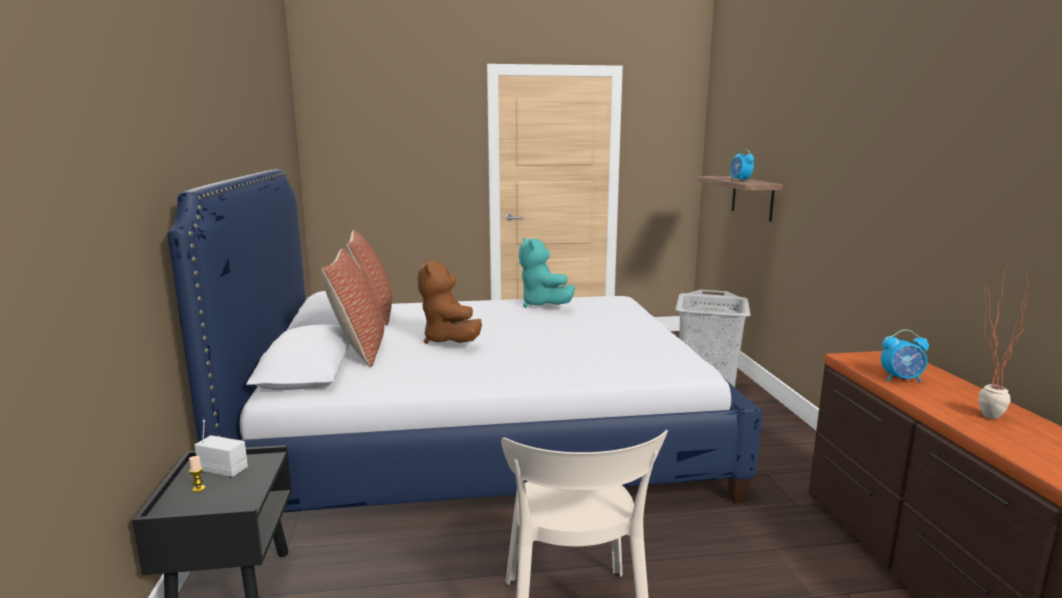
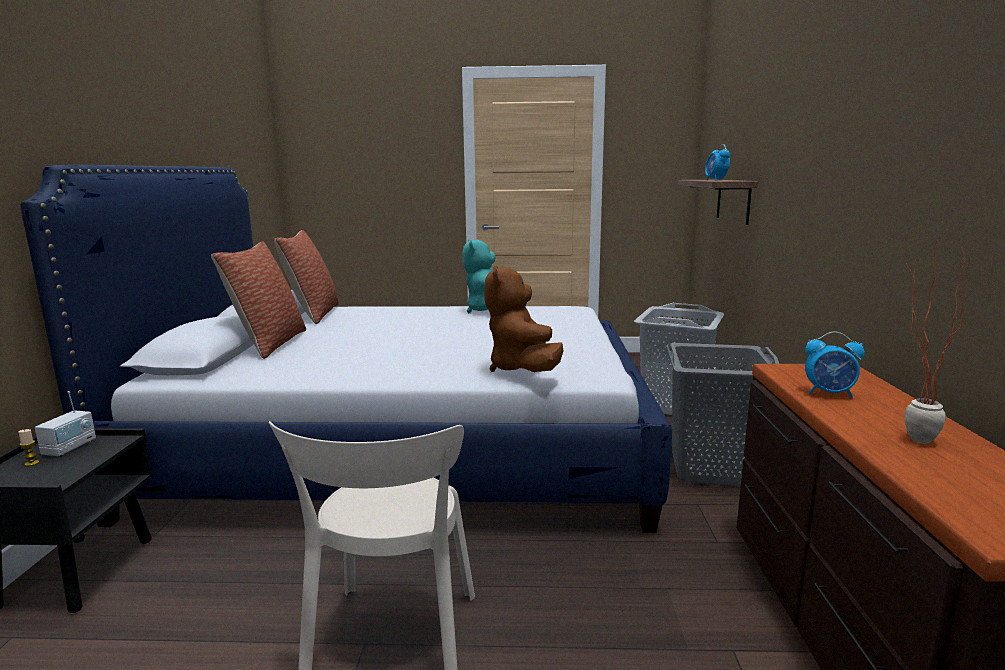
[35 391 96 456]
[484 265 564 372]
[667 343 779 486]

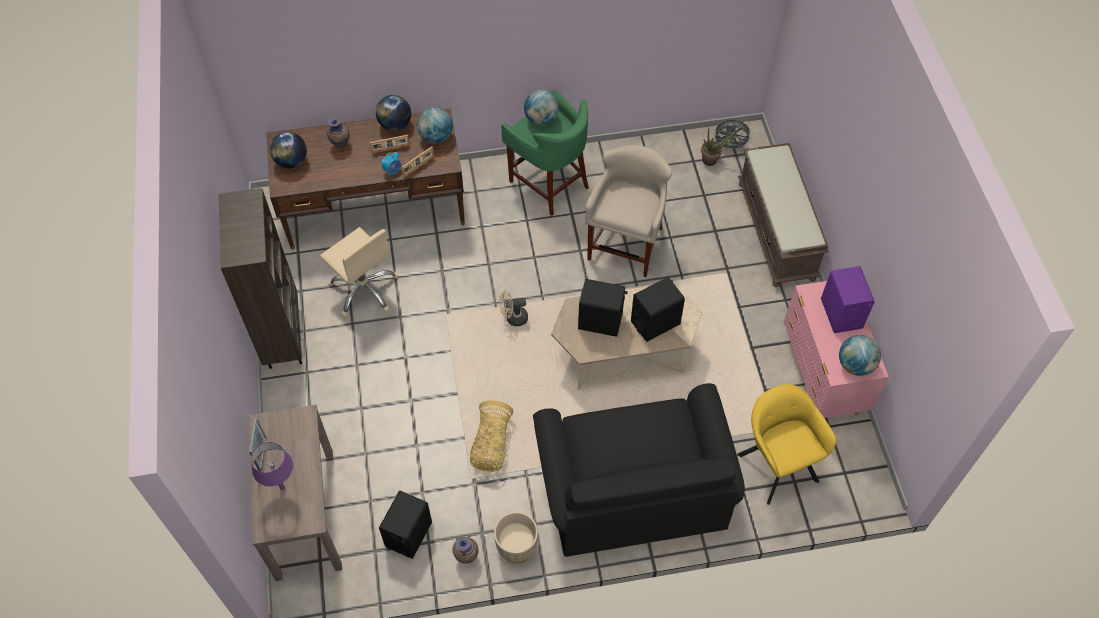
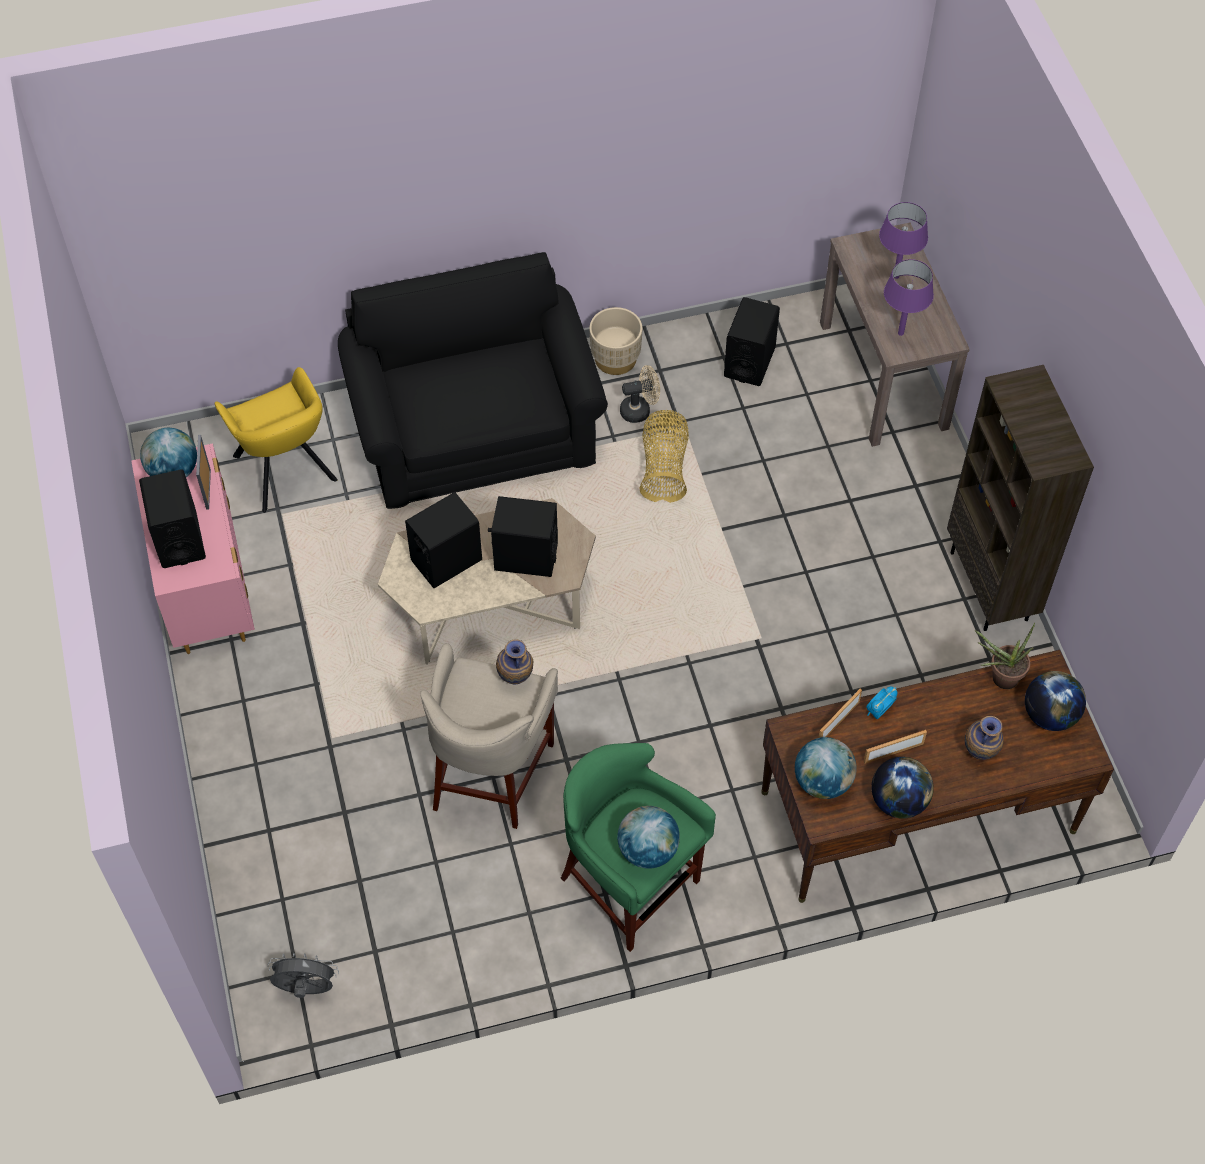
[196 435 211 510]
[320 227 399 317] (first image)
[496 639 533 684]
[620 365 660 423]
[975 623 1035 689]
[738 143 829 287] (first image)
[139 469 206 568]
[884 259 934 336]

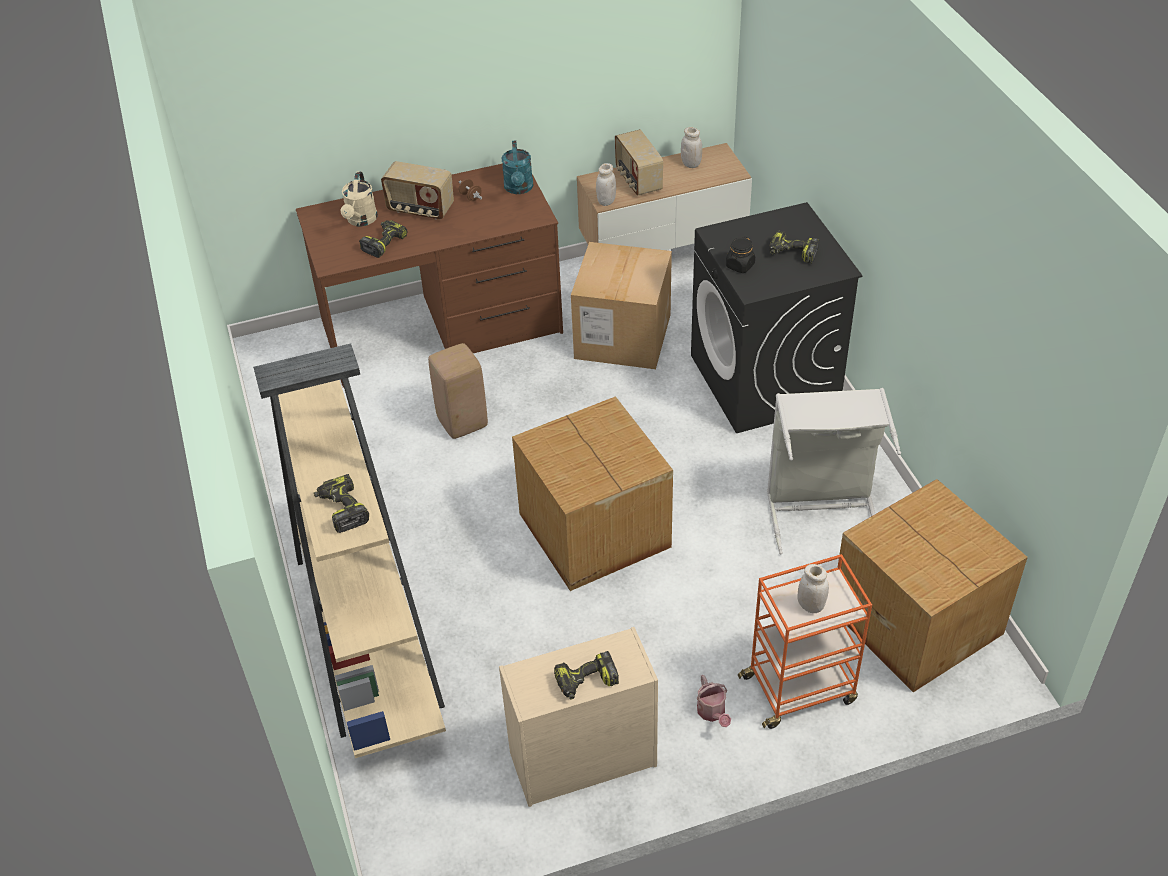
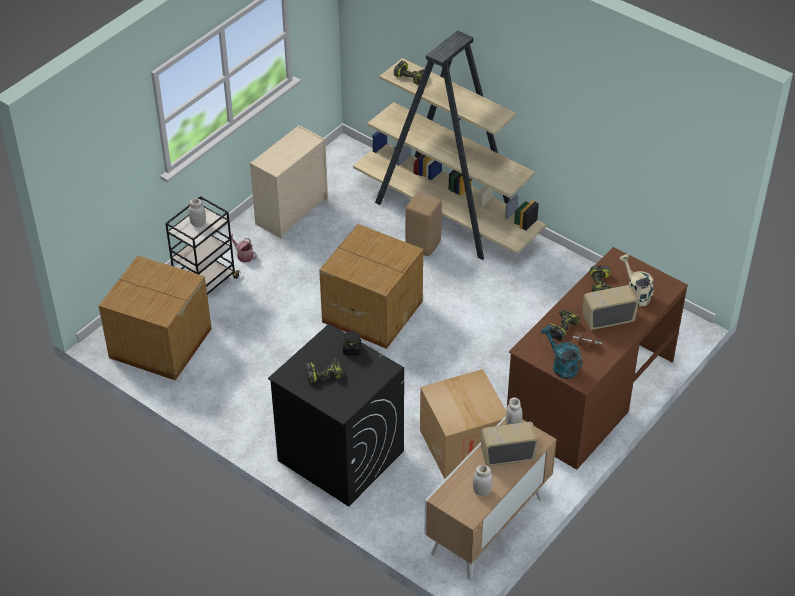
[405 192 442 256]
[546 310 580 341]
[481 422 538 466]
[165 196 241 295]
[767 388 901 555] (first image)

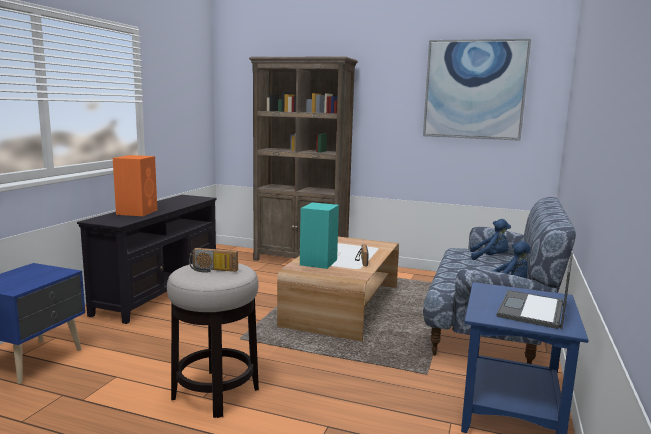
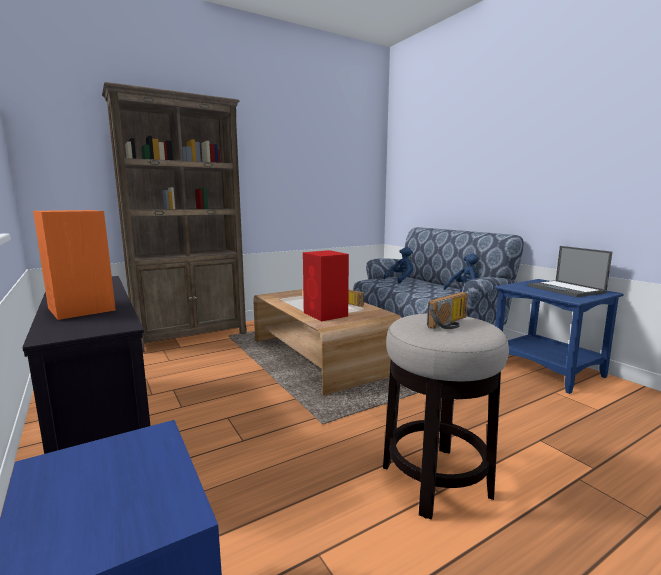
[303 250 349 321]
[423 39 531 141] (first image)

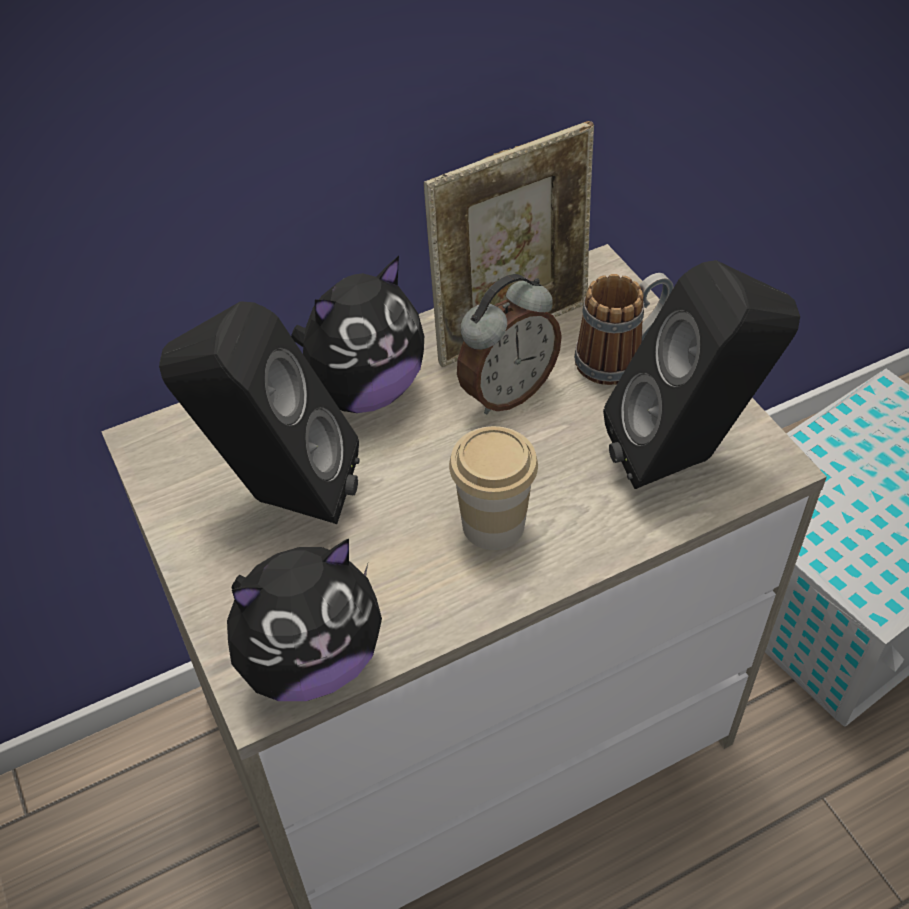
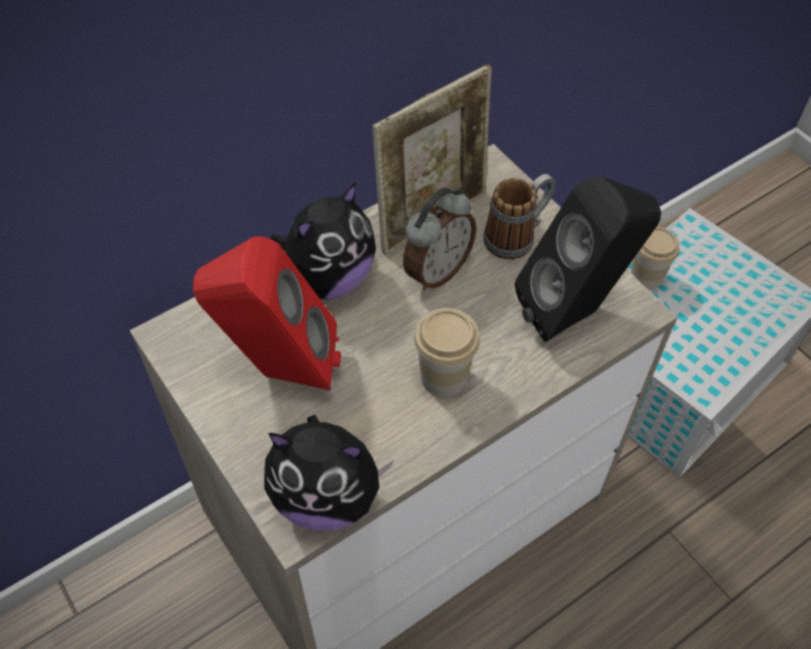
[193 236 341 390]
[264 415 394 530]
[631 227 680 290]

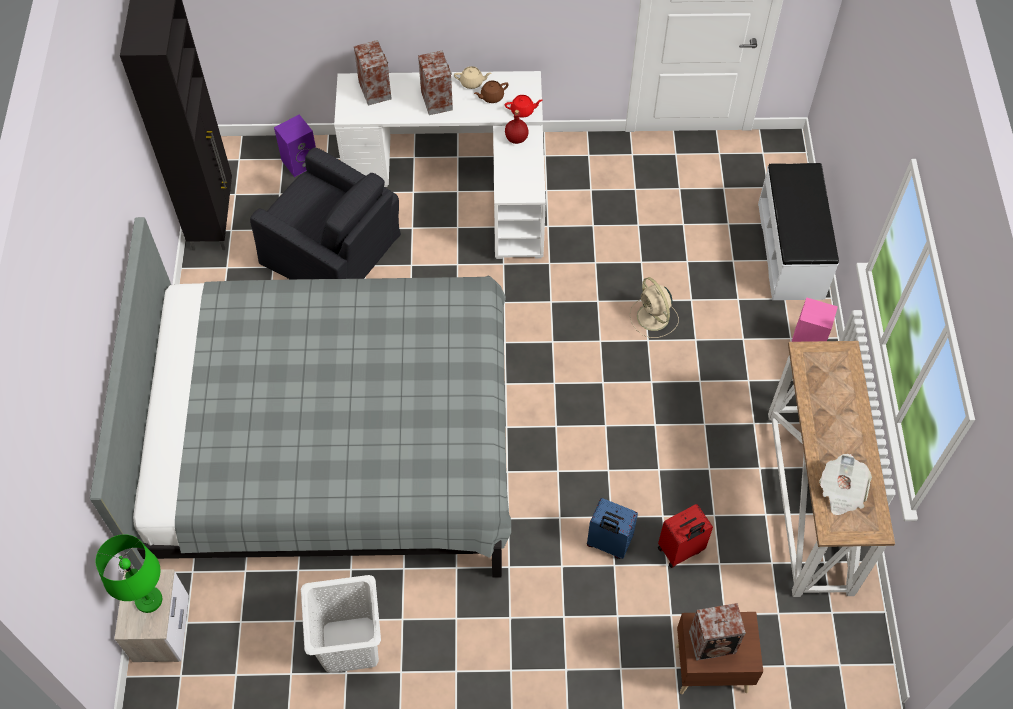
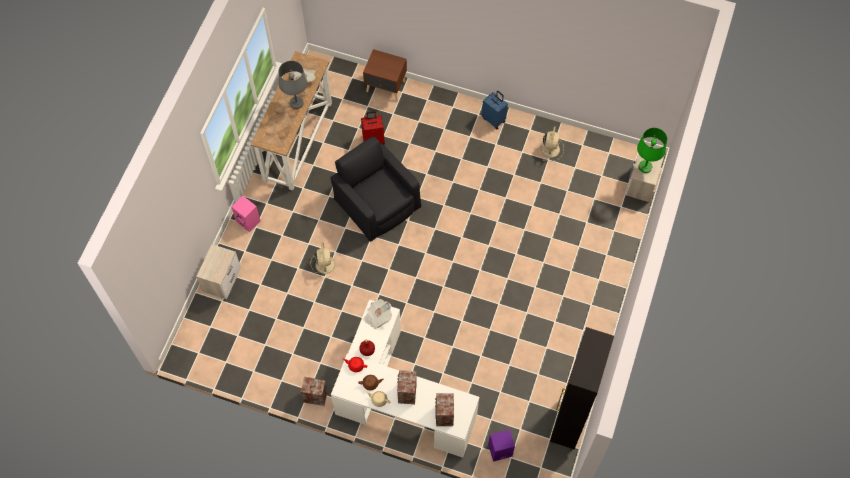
[90 217 511 578] (first image)
[331 137 421 242]
[537 126 564 161]
[482 91 508 129]
[301 377 328 406]
[196 244 241 299]
[279 61 307 109]
[363 299 392 329]

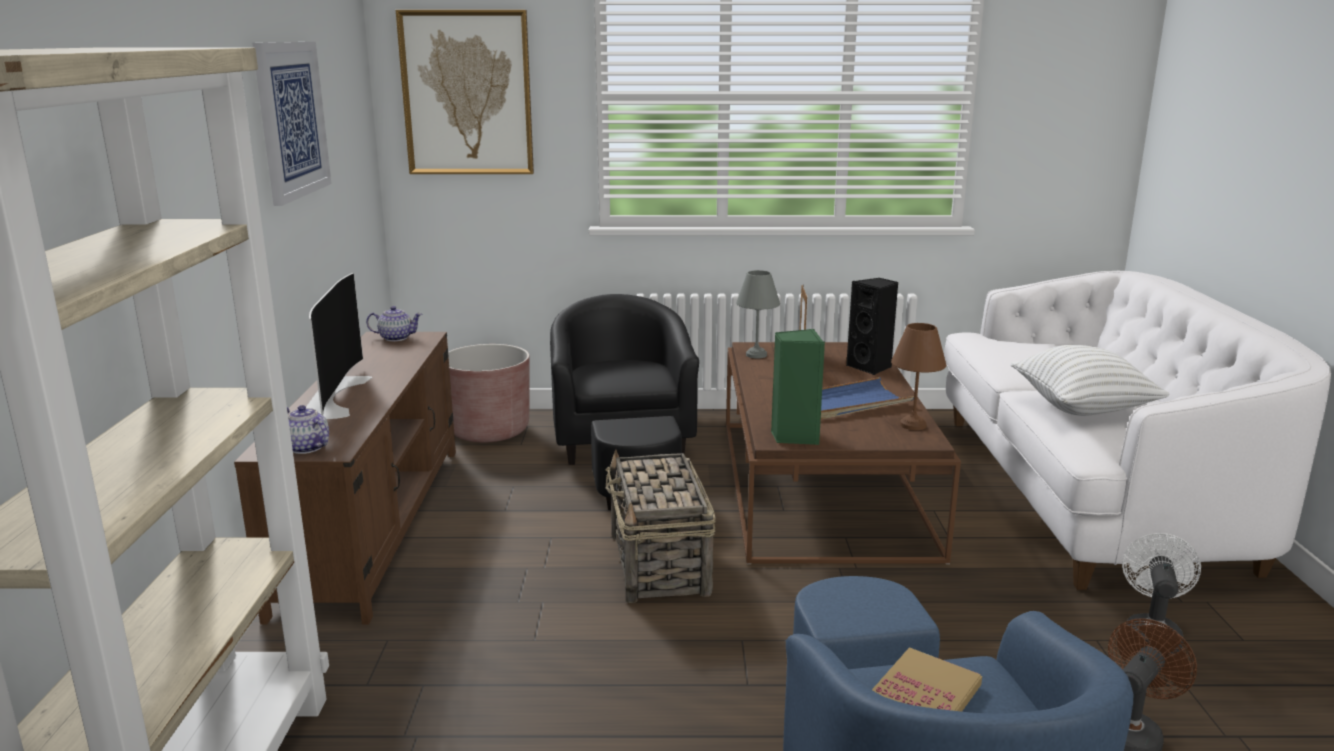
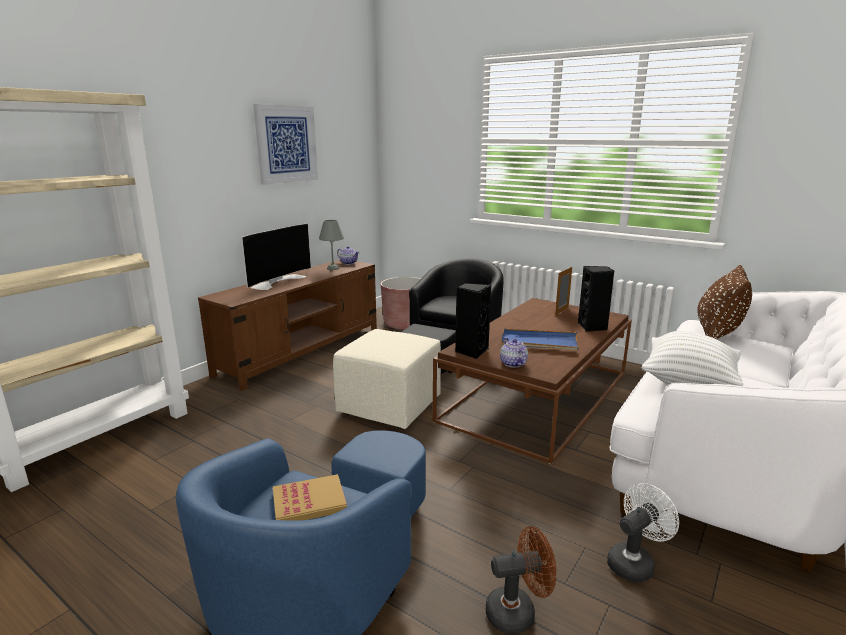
[500 337 528 368]
[396 10 534 174] (first image)
[333 329 441 429]
[319 220 344 270]
[455 283 491 359]
[891 323 946 430] (first image)
[697 265 752 339]

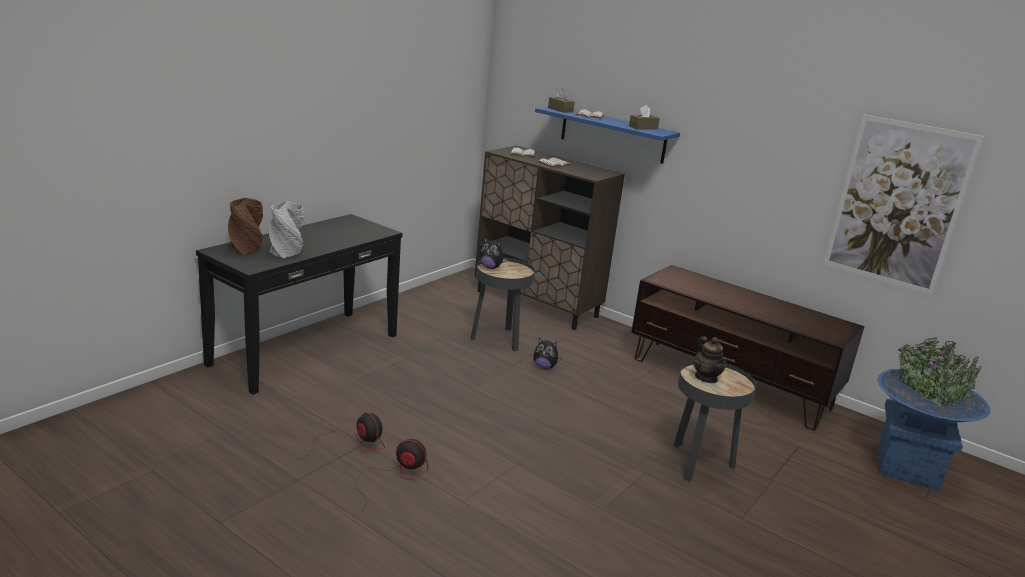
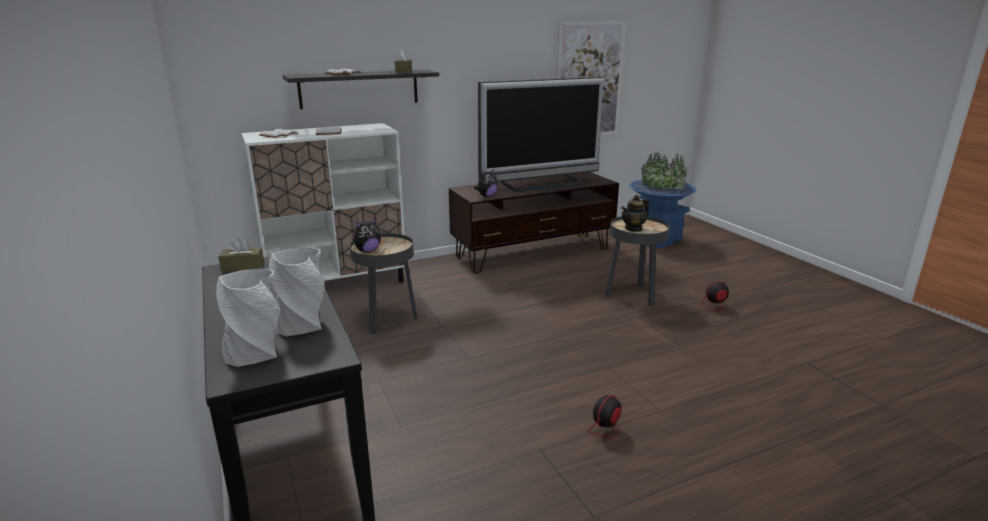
[216 269 280 367]
[692 281 737 335]
[241 123 404 282]
[474 169 498 197]
[283 70 439 109]
[218 237 264 272]
[621 195 649 232]
[478 77 604 192]

